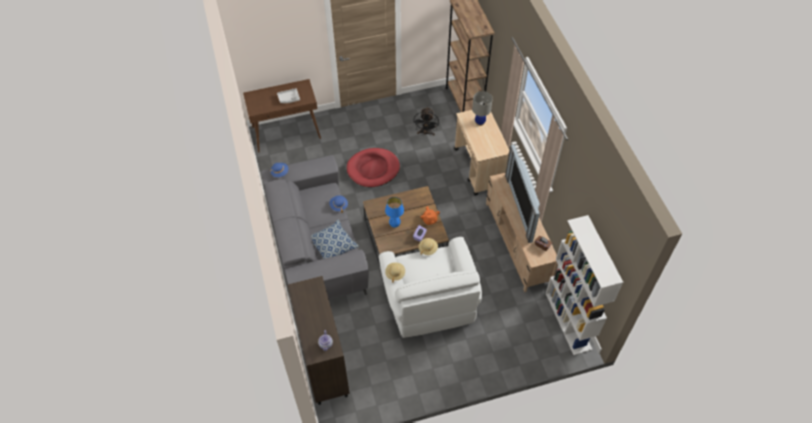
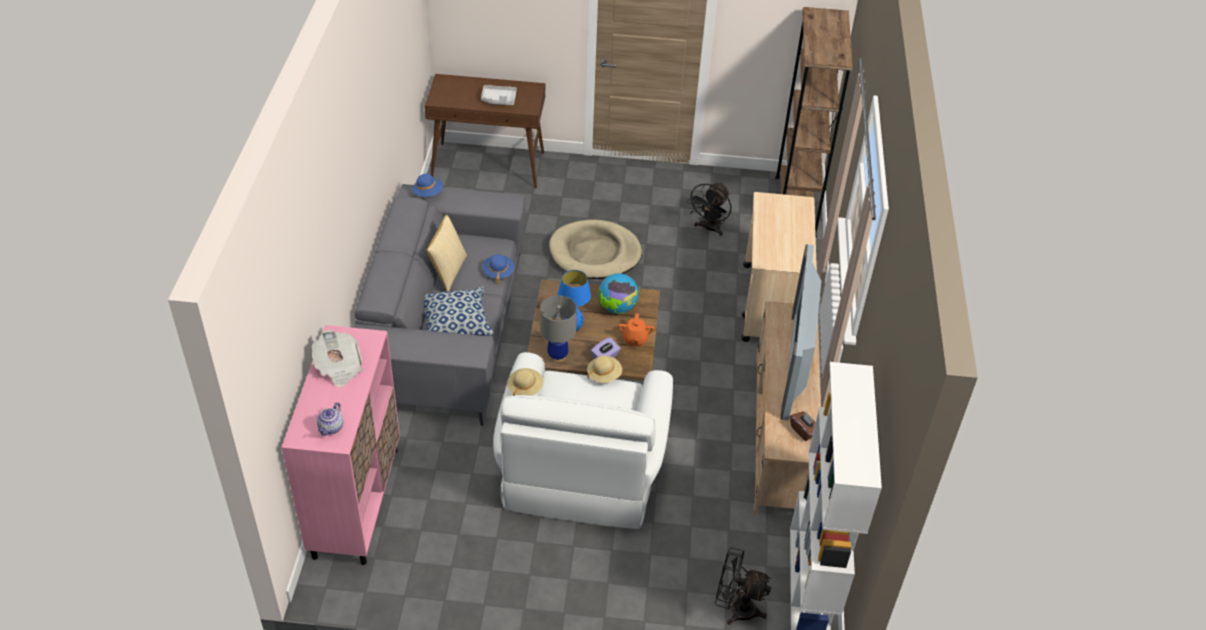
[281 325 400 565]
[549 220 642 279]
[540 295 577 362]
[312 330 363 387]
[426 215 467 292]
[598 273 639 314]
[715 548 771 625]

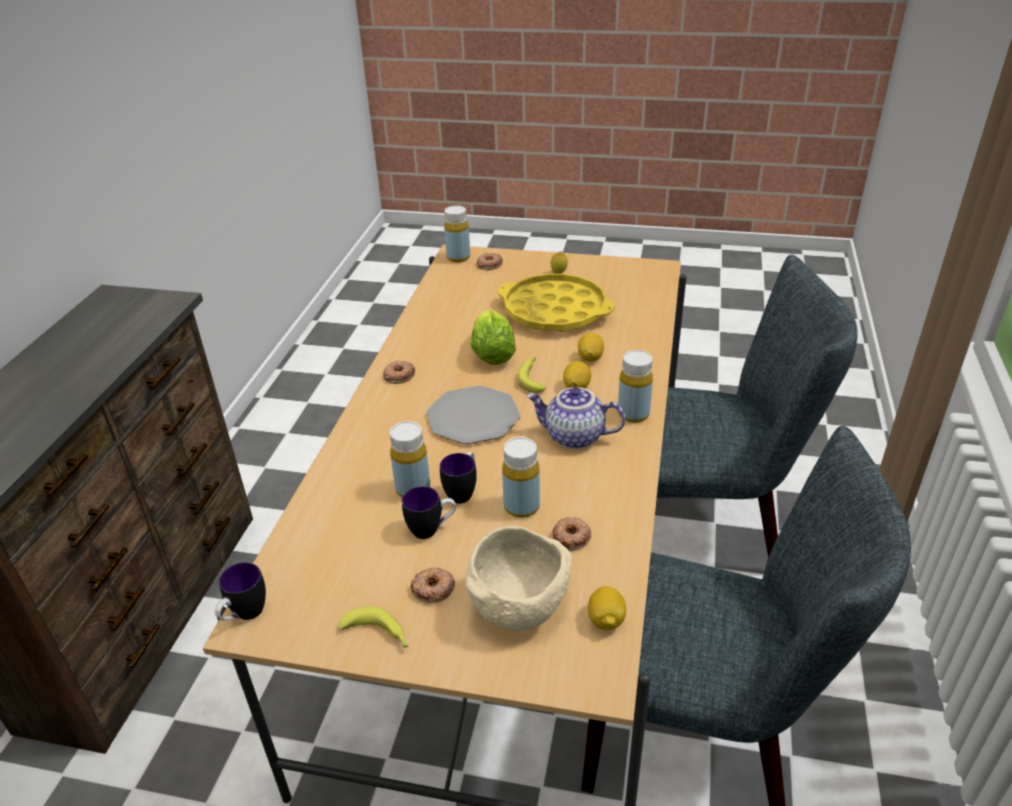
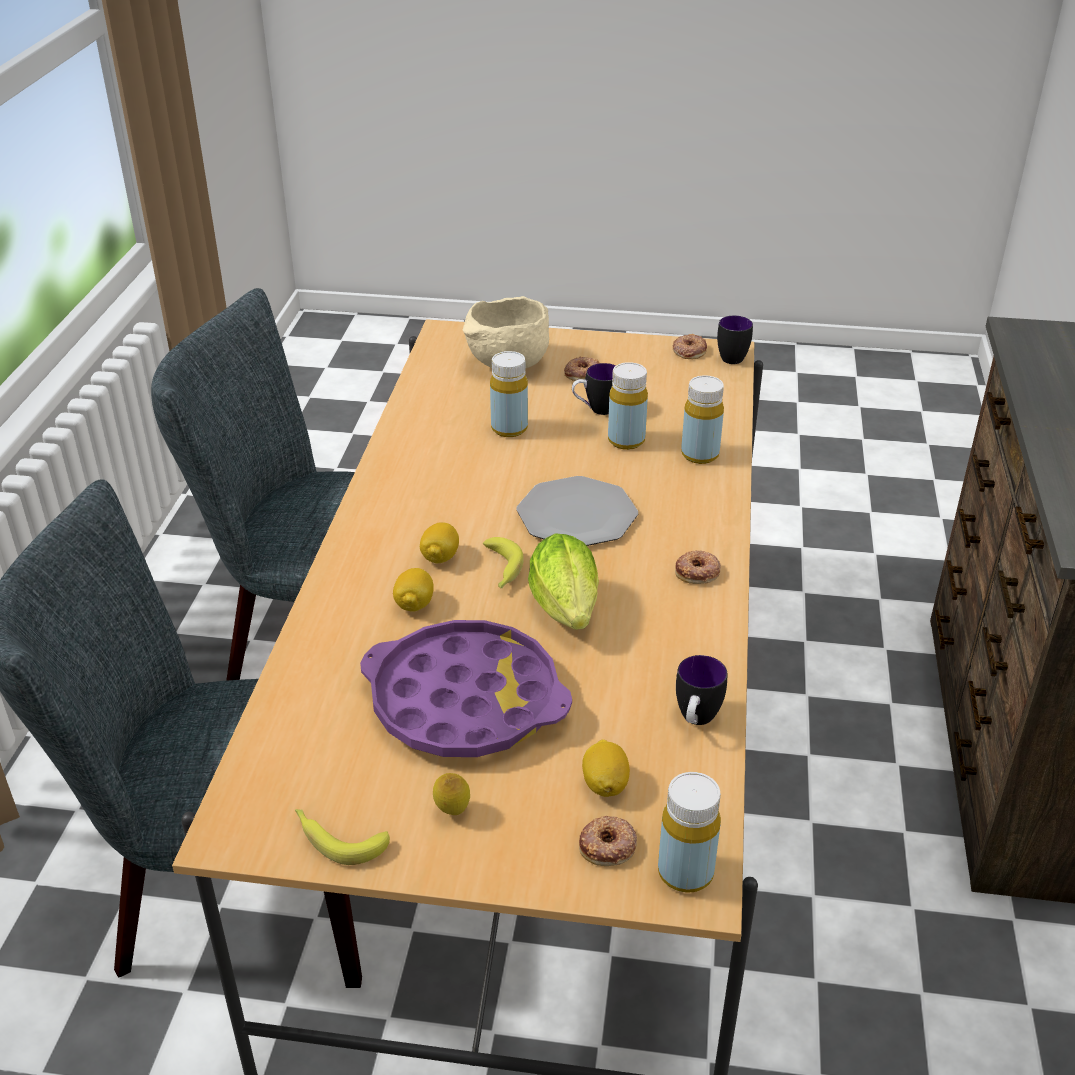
[295 809 390 865]
[676 655 727 725]
[360 620 572 757]
[526 387 626 449] (first image)
[672 334 707 359]
[582 739 630 797]
[681 375 724 464]

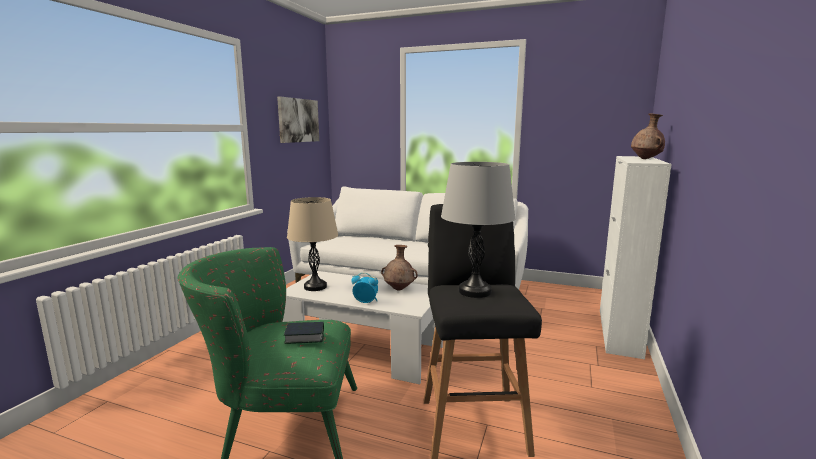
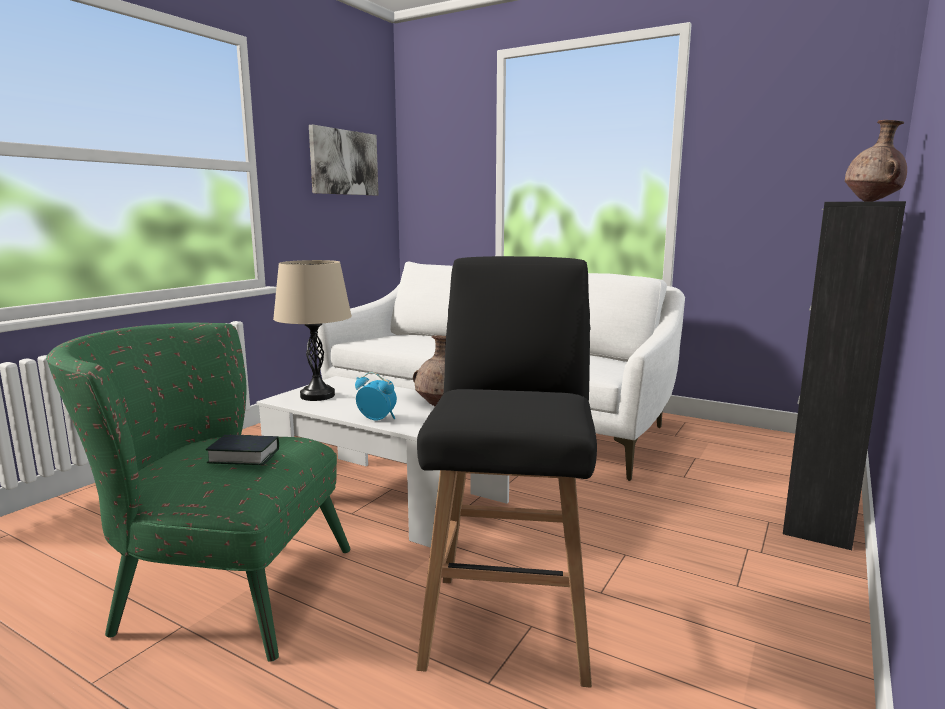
[441 162 516 298] (first image)
[783 201 906 550]

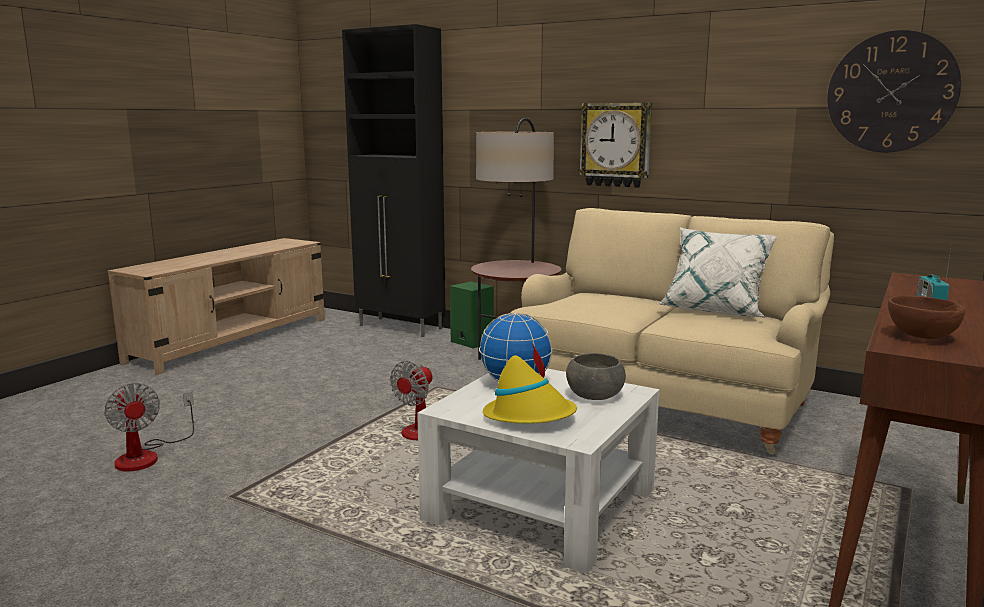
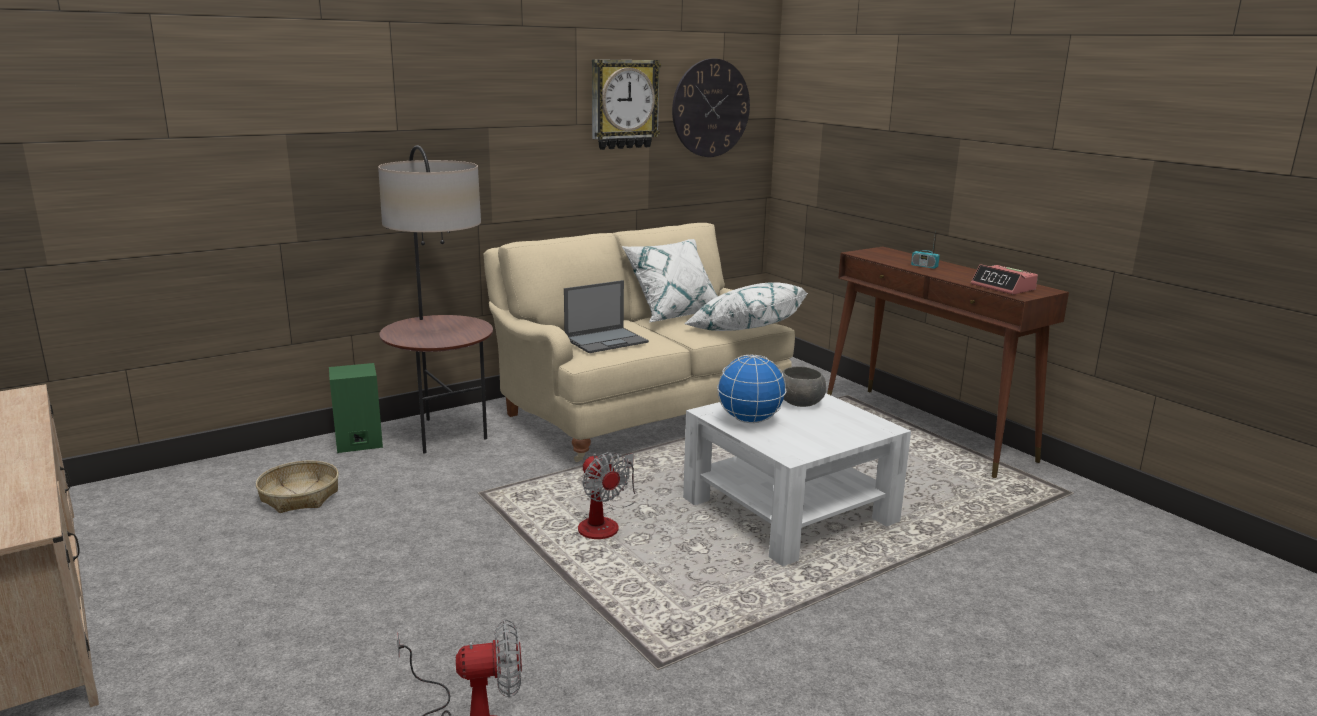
[342 24 445 337] (first image)
[483 343 577 424] (first image)
[592 59 661 150]
[971 264 1038 295]
[256 460 339 513]
[564 280 649 353]
[684 282 808 331]

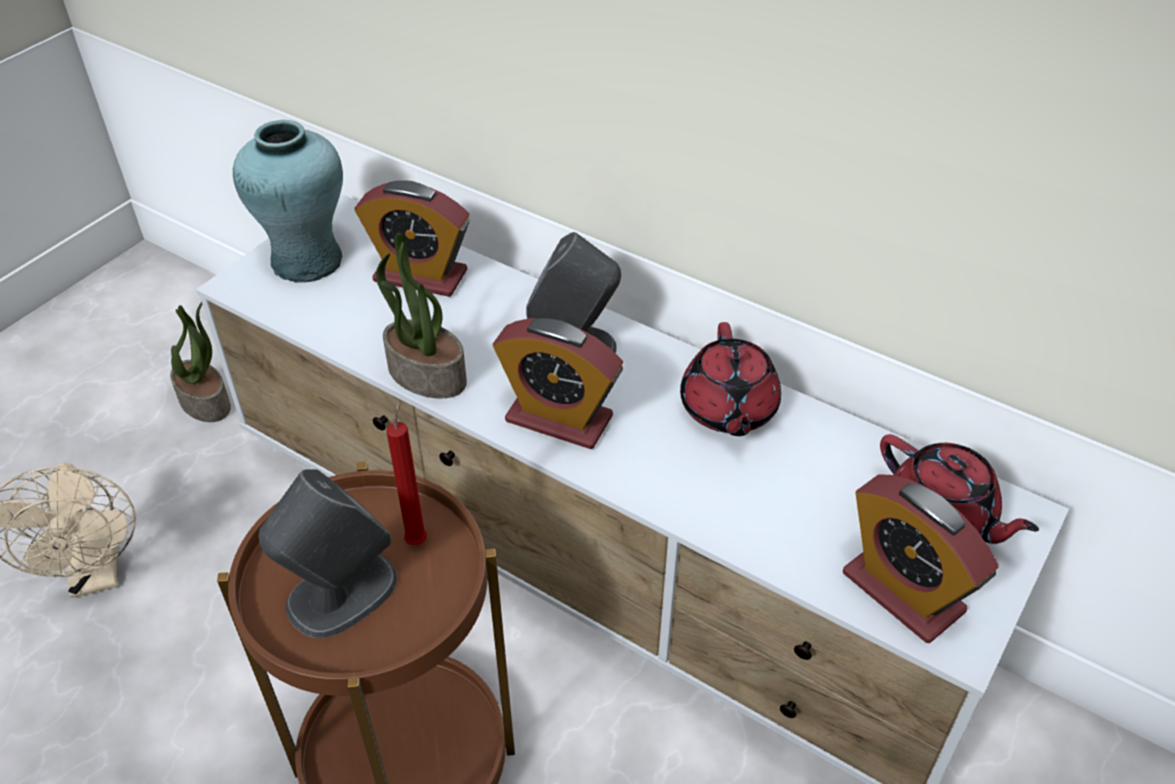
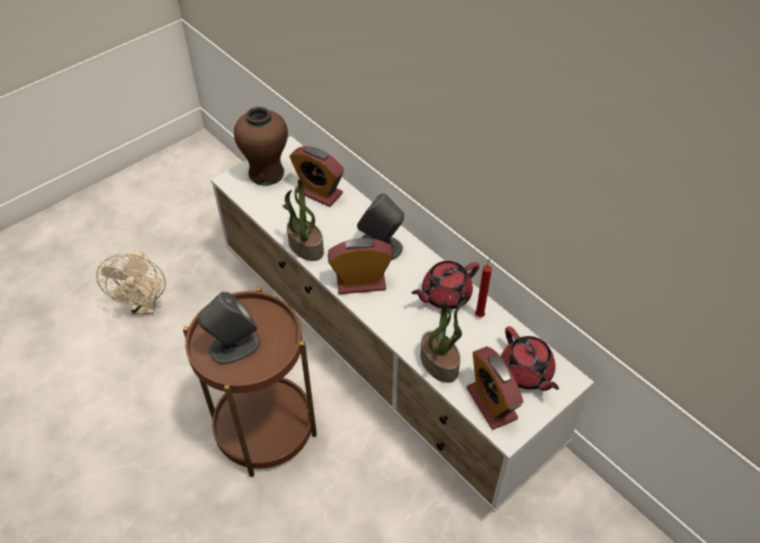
[420 299 466 383]
[234 107 288 186]
[475 257 492 318]
[328 238 393 294]
[412 261 480 309]

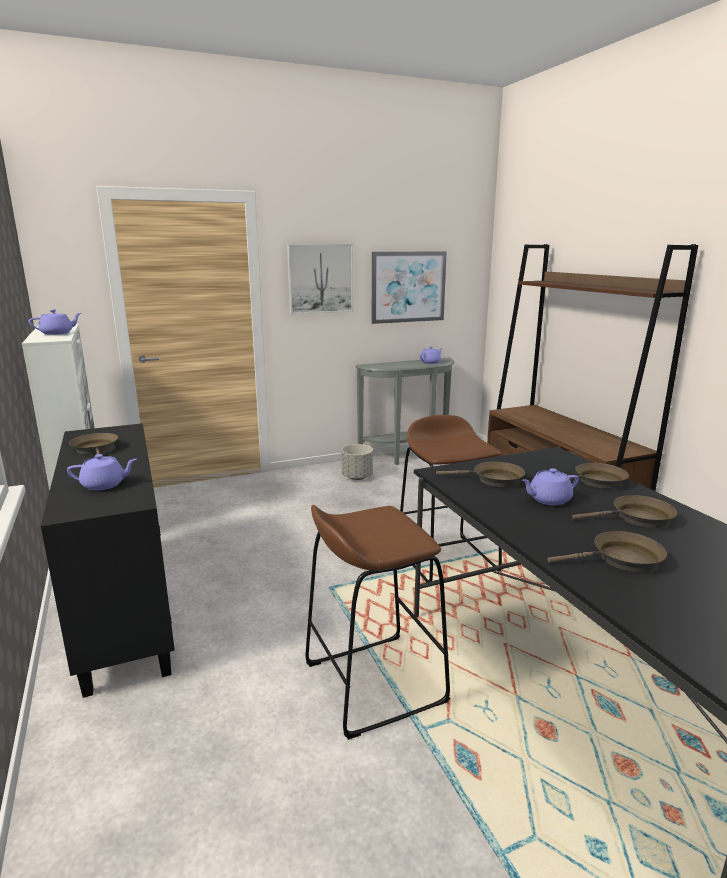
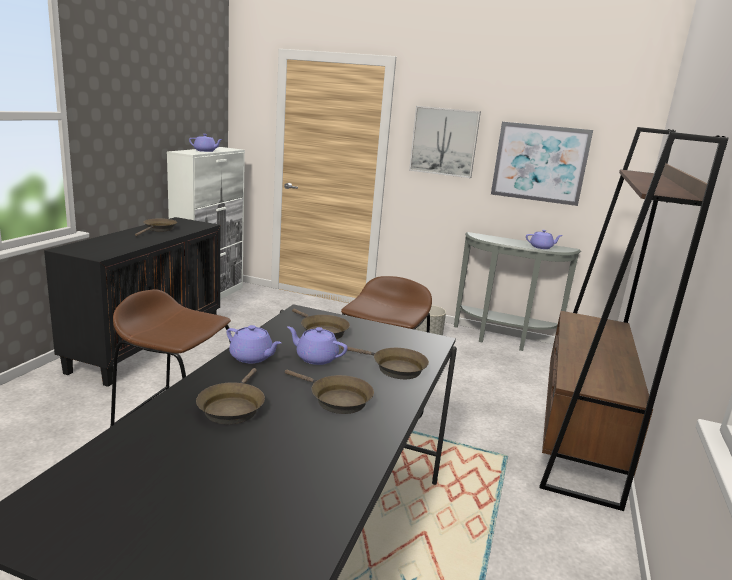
[227 325 281 363]
[196 368 265 424]

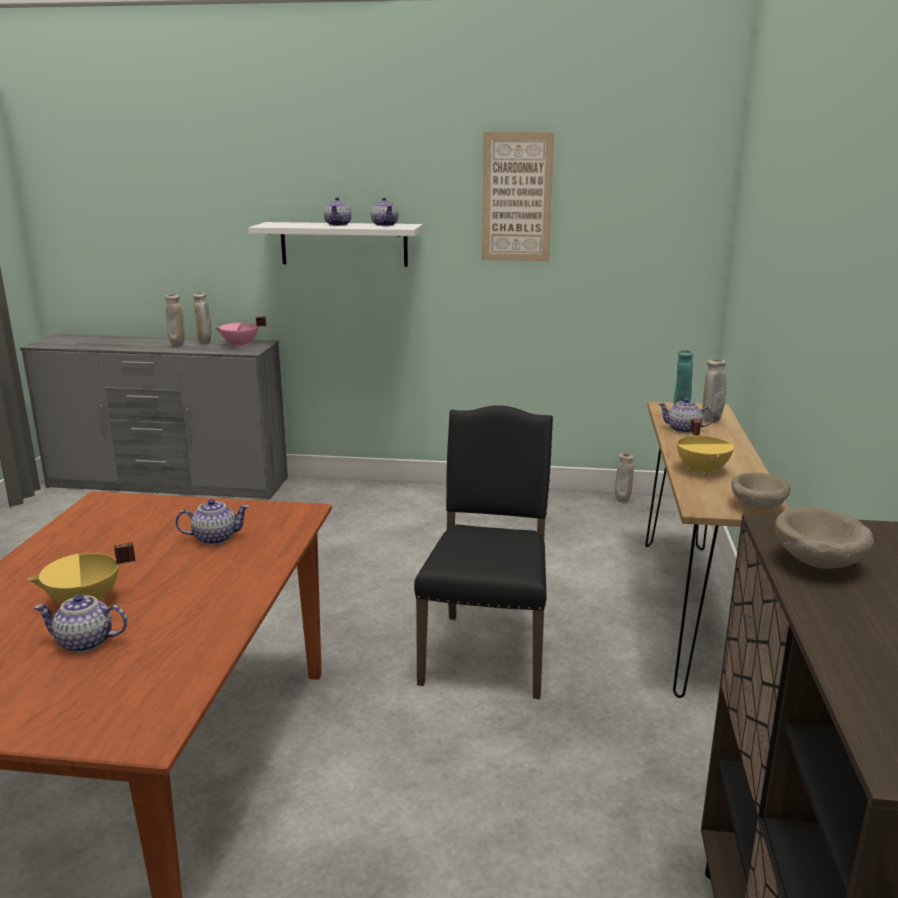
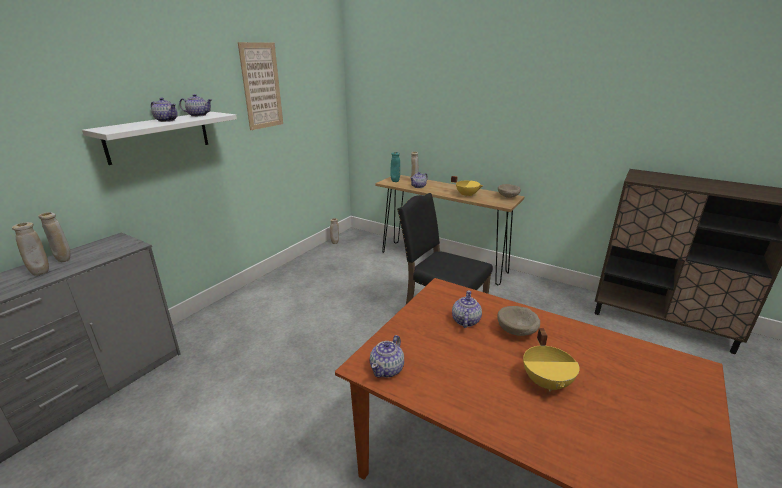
[370 335 404 378]
[214 316 266 347] (first image)
[497 306 540 336]

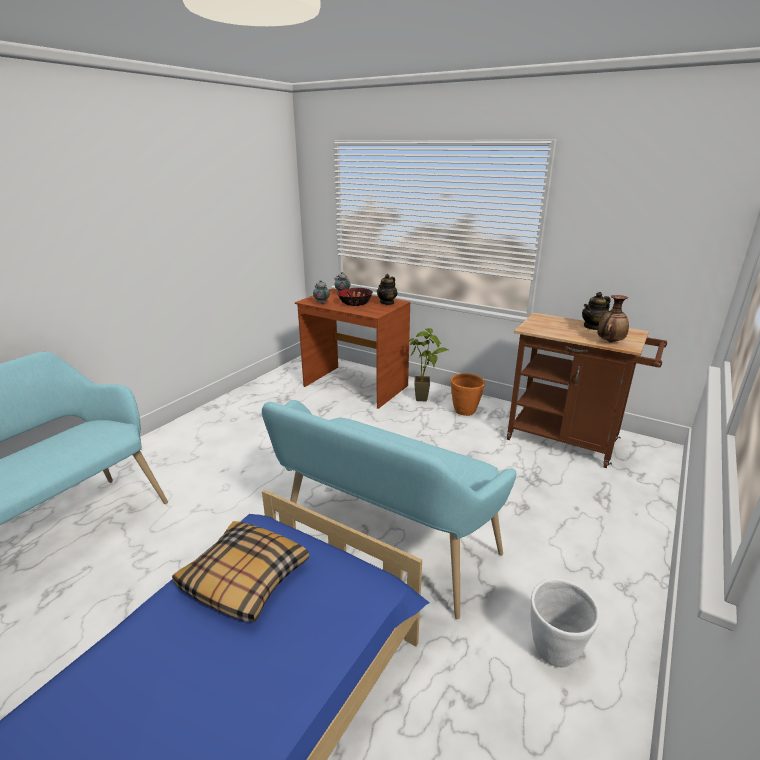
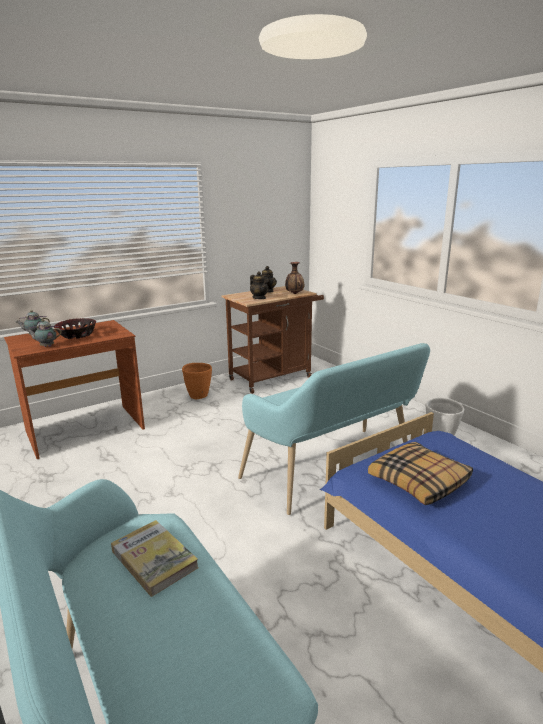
[250 271 268 299]
[409 328 450 401] (first image)
[111 520 199 597]

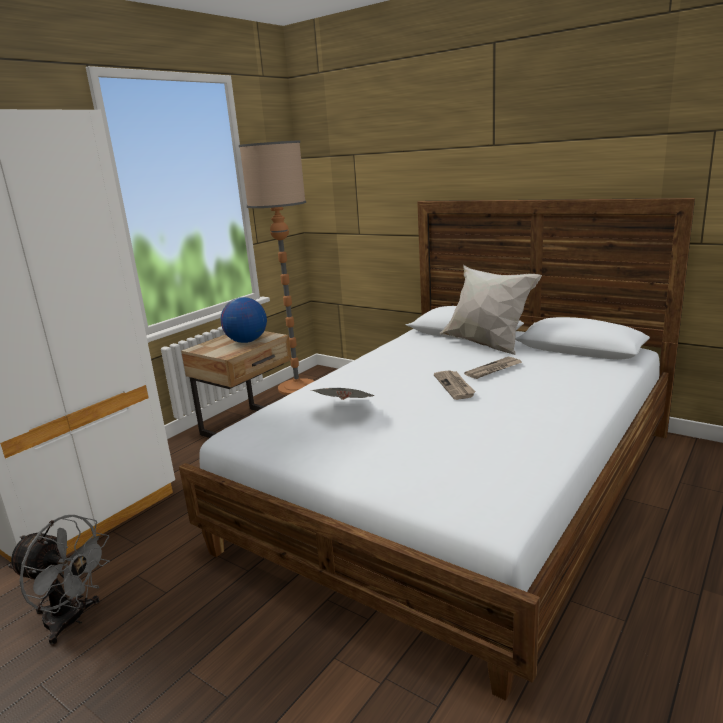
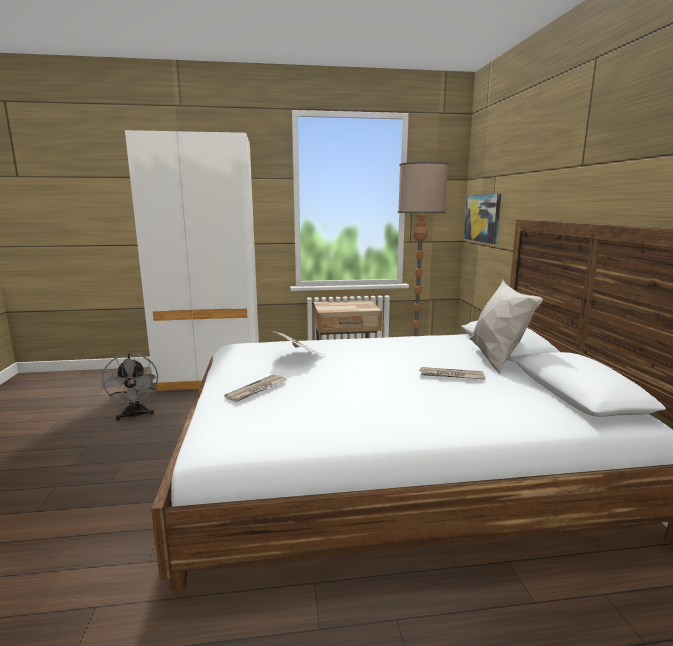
[220 297 267 343] (first image)
[224 374 287 402]
[464 194 501 244]

